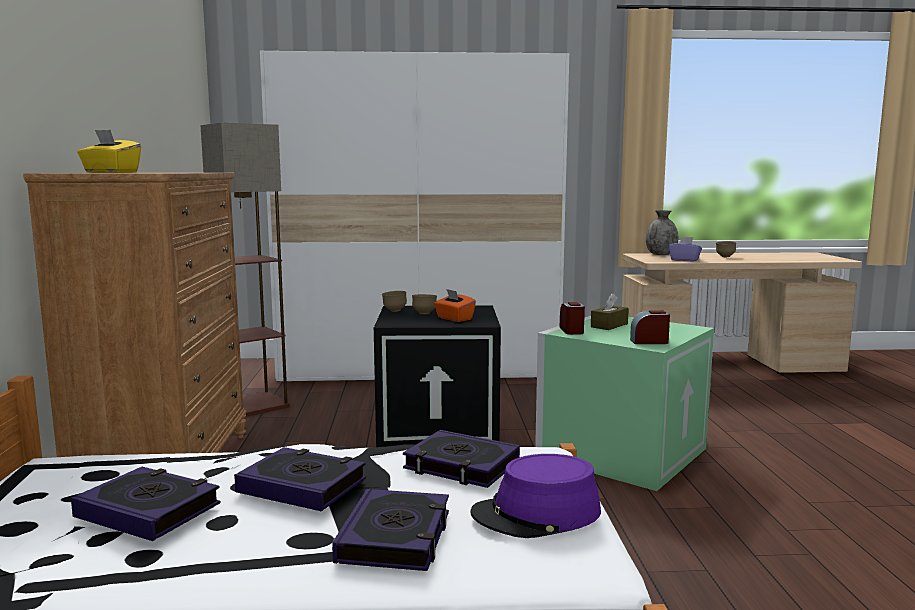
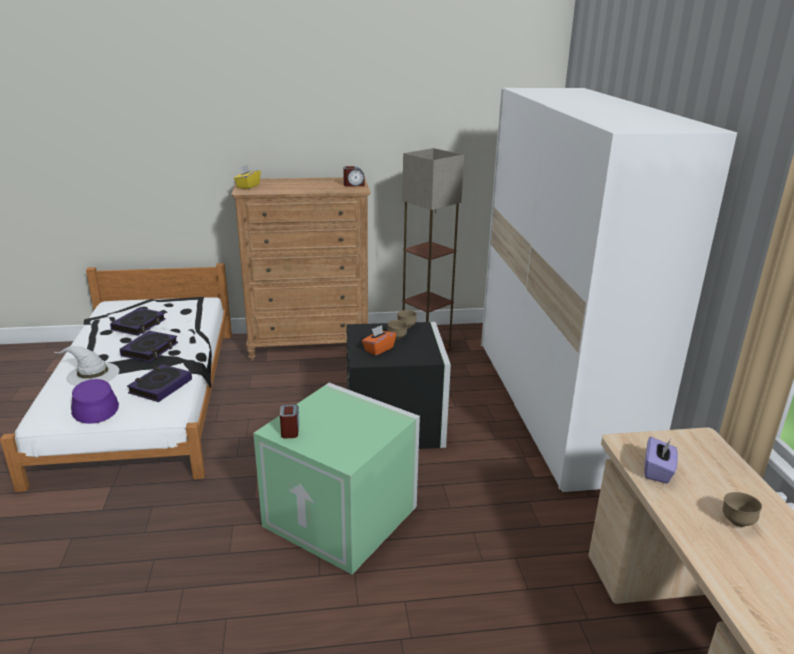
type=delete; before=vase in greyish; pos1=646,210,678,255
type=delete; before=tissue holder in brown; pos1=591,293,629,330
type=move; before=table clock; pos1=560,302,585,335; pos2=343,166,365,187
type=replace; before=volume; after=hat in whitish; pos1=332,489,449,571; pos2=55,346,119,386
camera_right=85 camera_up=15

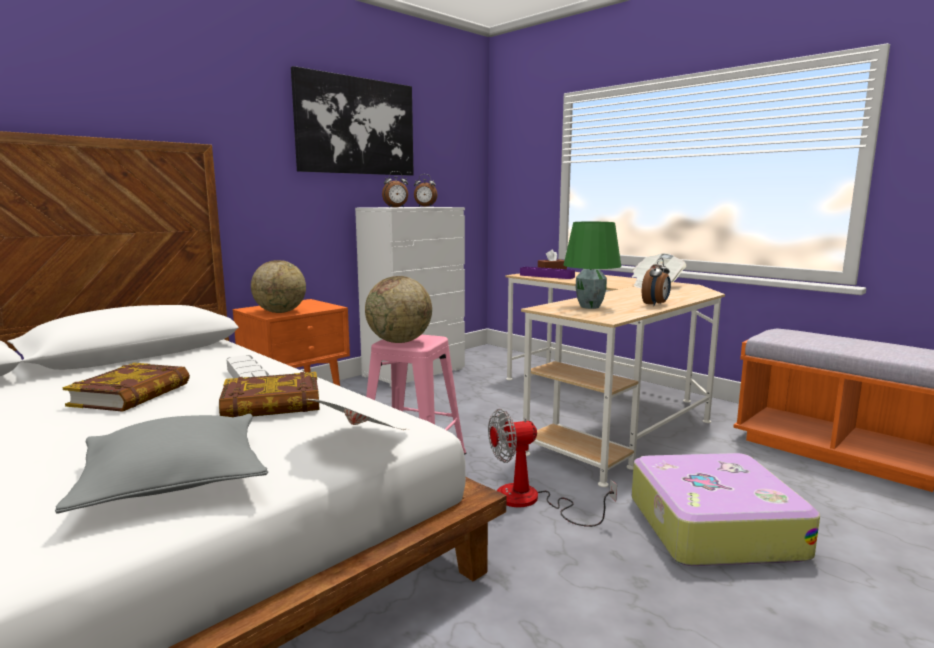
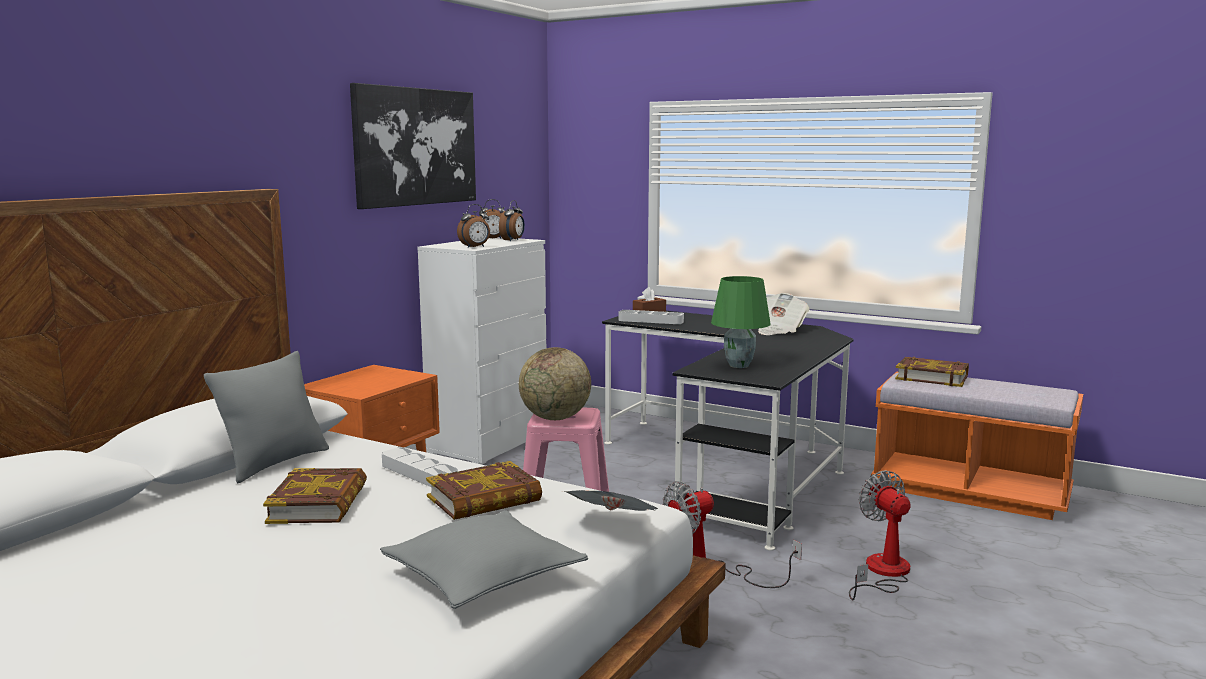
type=move; before=table clock; pos1=642,258,671,306; pos2=499,200,525,242
type=delete; before=desk globe; pos1=251,260,306,313
type=recolor; before=serving tray in purple-coloured; after=serving tray in greyish; pos1=520,267,575,279; pos2=619,310,684,324
type=recolor; before=desk table in sand-coloured; after=desk table in black-coloured; pos1=506,272,725,487; pos2=602,311,854,551
type=replace; before=suitcase; after=cooling fan; pos1=632,453,820,566; pos2=849,470,910,600
type=insert; after=pillow in greyish; pos2=204,351,329,483
type=insert; after=volume; pos2=895,357,969,387
camera_right=-15 camera_up=0

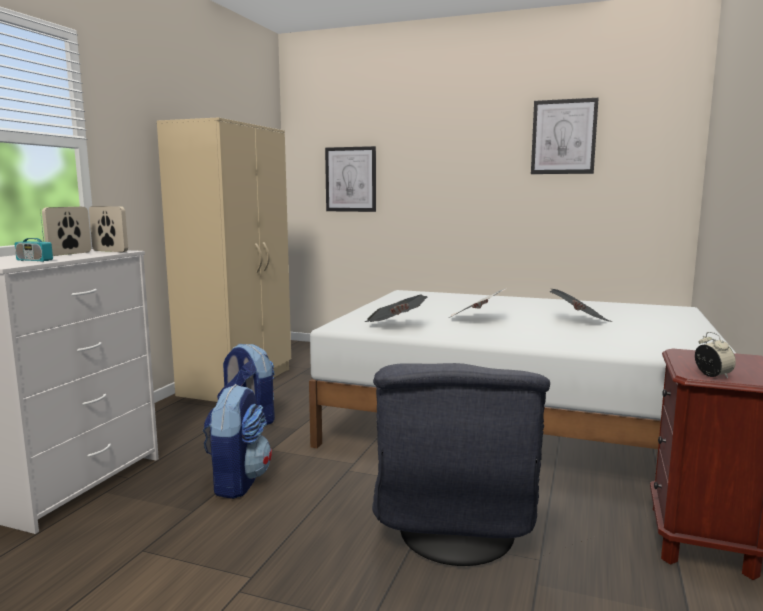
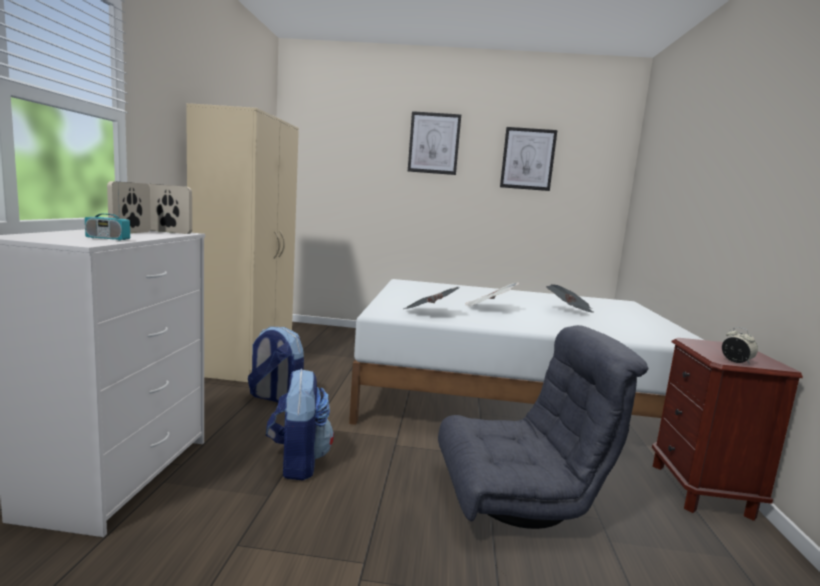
type=move; before=picture; pos1=325,146,376,212; pos2=408,111,461,175
type=rotate; before=lounge chair in greyish; pos1=372,363,550,566; pos2=438,325,648,529; turn=-90
camera_right=-15 camera_up=0

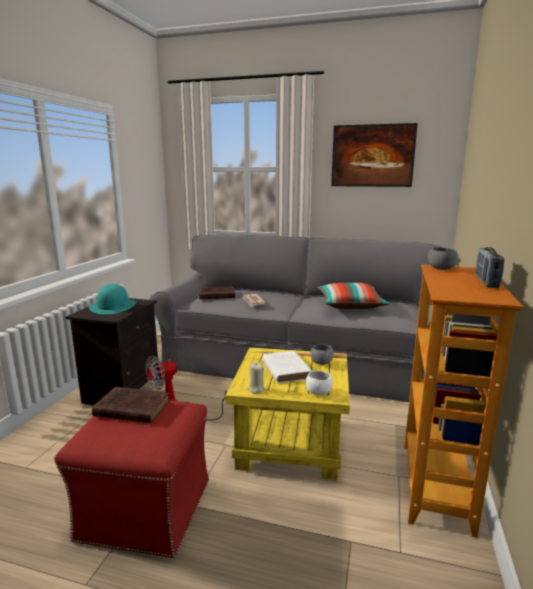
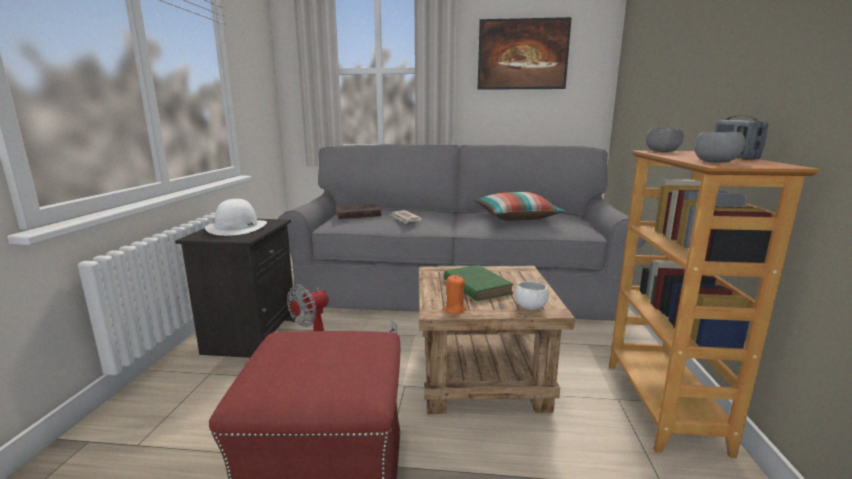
type=recolor; before=hat in turquoise; after=hat in whitish; pos1=89,284,137,314; pos2=205,199,267,236
type=move; before=deep dish in greyish; pos1=311,344,334,365; pos2=694,132,745,163
type=recolor; before=accent table in yellow; after=accent table in brown; pos1=226,347,350,481; pos2=419,266,575,414
type=recolor; before=volume in whitish; after=volume in greenish; pos1=262,351,312,384; pos2=444,265,514,301
type=recolor; before=wax candle in sand-coloured; after=wax candle in orangey; pos1=247,362,266,394; pos2=442,275,466,314
type=delete; before=volume in brown; pos1=92,387,170,423
camera_right=-10 camera_up=0

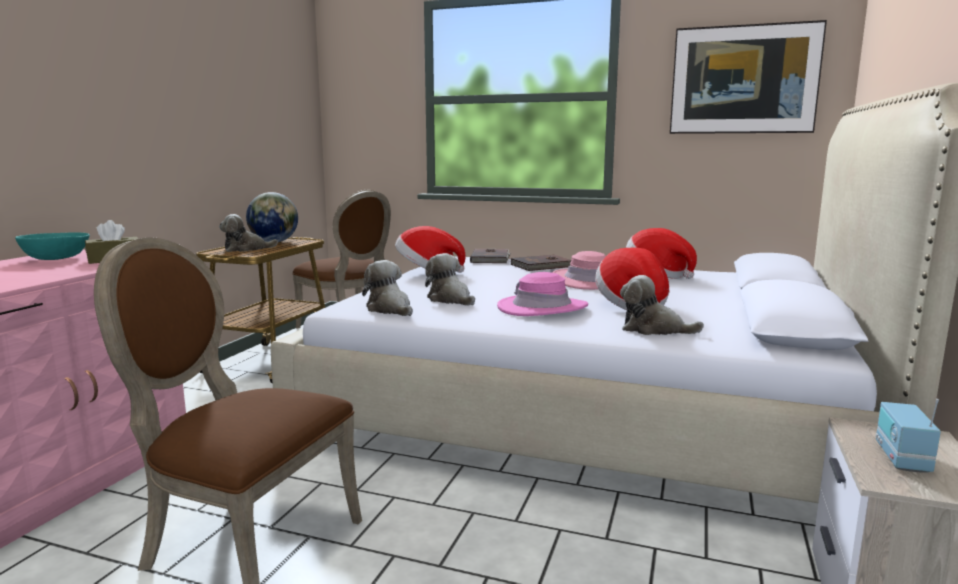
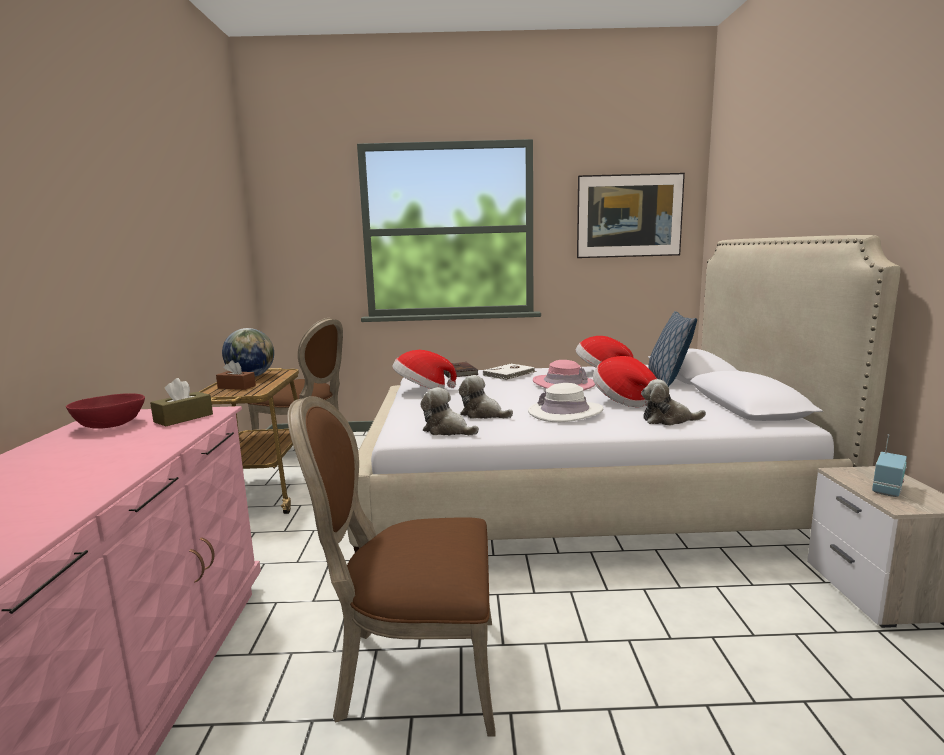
type=replace; before=soft toy; after=tissue holder in brown; pos1=219,214,278,252; pos2=216,360,256,390
type=recolor; before=deep dish in turquoise; after=deep dish in red-coloured; pos1=15,232,90,260; pos2=66,393,145,429
type=recolor; before=volume in brown; after=volume in whitish; pos1=511,255,571,271; pos2=483,363,536,380
type=recolor; before=hat in pinkish; after=hat in whitish; pos1=497,272,588,316; pos2=528,383,603,422
type=rotate; before=radio; pos1=876,399,941,473; pos2=872,434,907,497; turn=-135
type=insert; after=pillow; pos2=648,311,697,387
camera_right=-20 camera_up=0

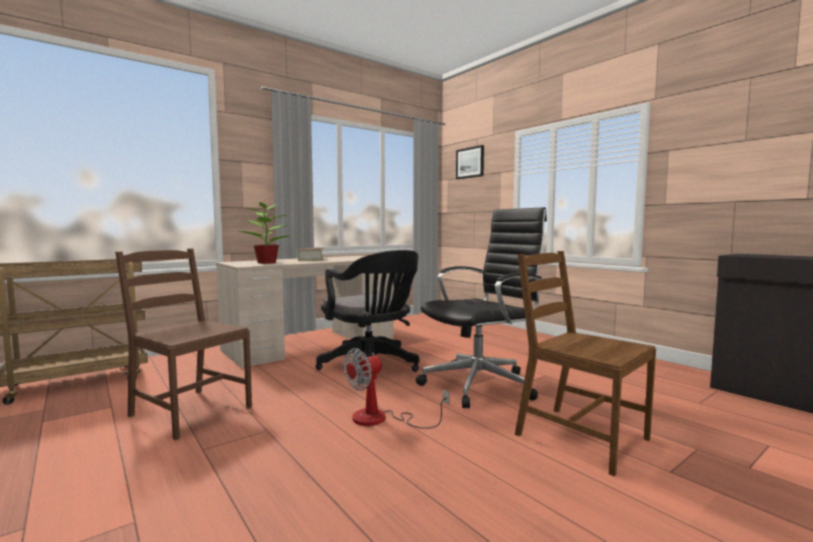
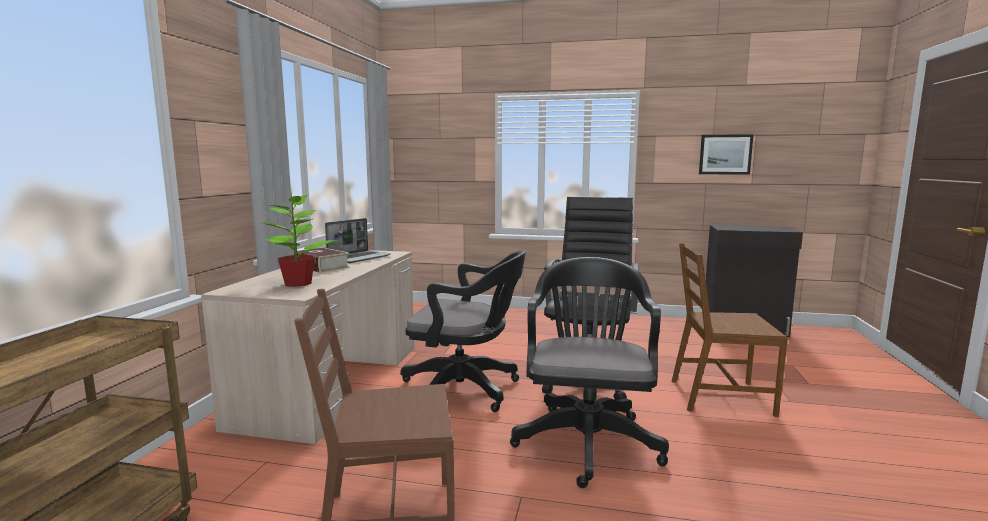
type=move; before=picture; pos1=456,145,484,179; pos2=699,134,754,175
type=replace; before=cooling fan; after=office chair in black-coloured; pos1=343,348,450,429; pos2=510,257,669,488
type=insert; after=notebook computer; pos2=325,218,391,263
camera_right=-40 camera_up=5

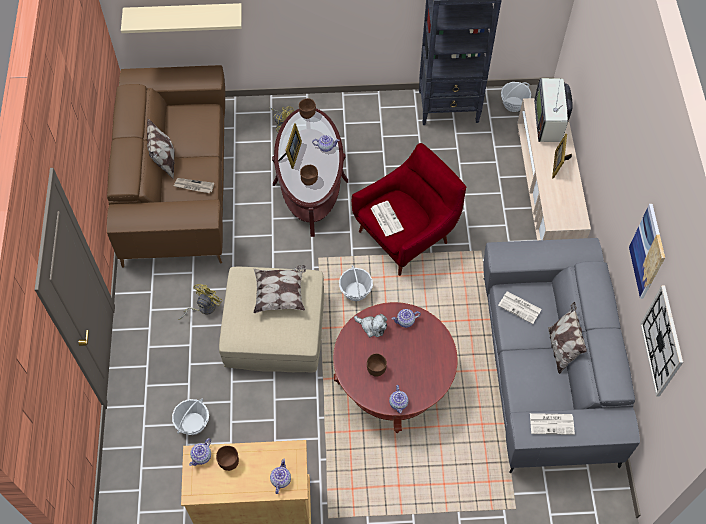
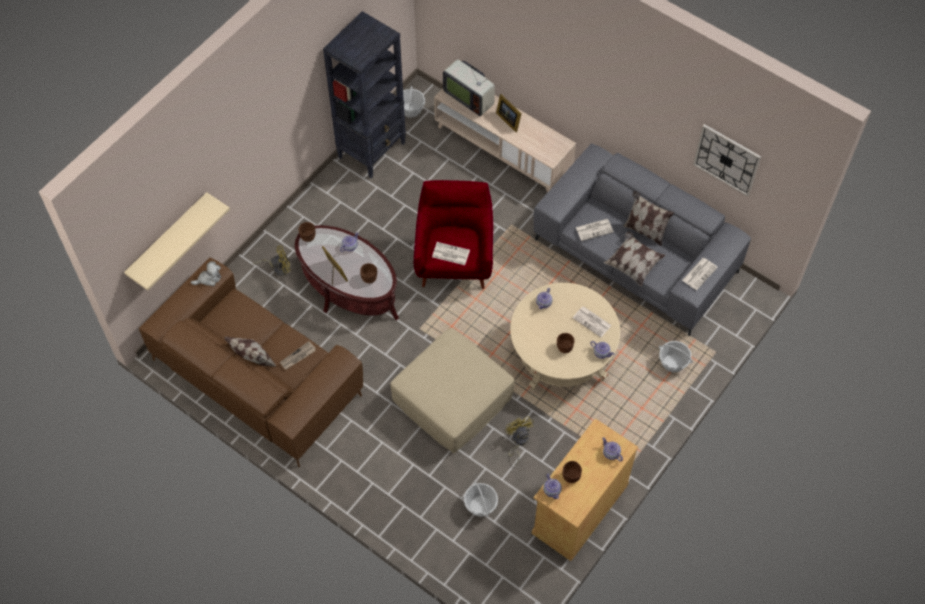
type=delete; before=picture; pos1=629,204,665,299
type=move; before=pillow; pos1=253,265,306,313; pos2=604,231,665,286
type=move; before=household basket; pos1=339,265,373,301; pos2=659,341,693,372
type=move; before=cooling fan in yellow; pos1=179,284,223,320; pos2=505,416,534,465
type=recolor; before=lounge table in red-coloured; after=lounge table in sand-coloured; pos1=333,302,458,433; pos2=510,283,620,390
type=move; before=soft toy; pos1=354,314,387,337; pos2=191,261,221,286
type=insert; after=daily paper; pos2=573,306,612,337
camera_right=-50 camera_up=0

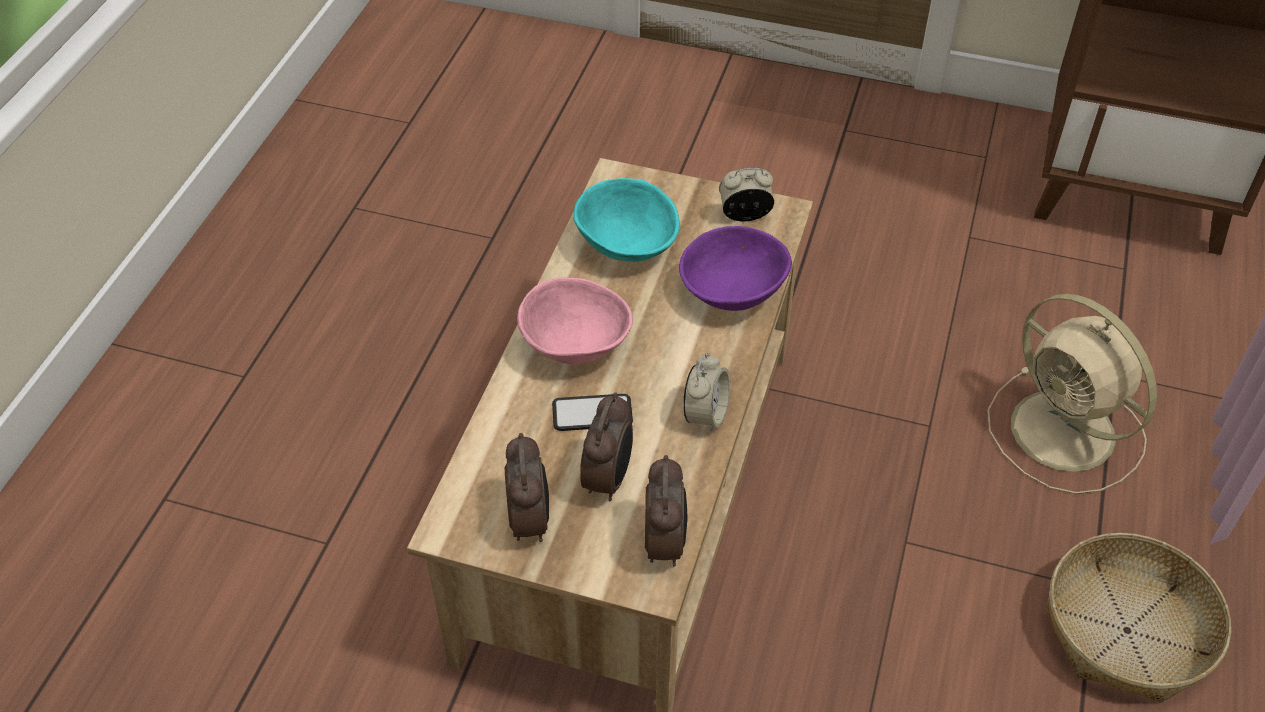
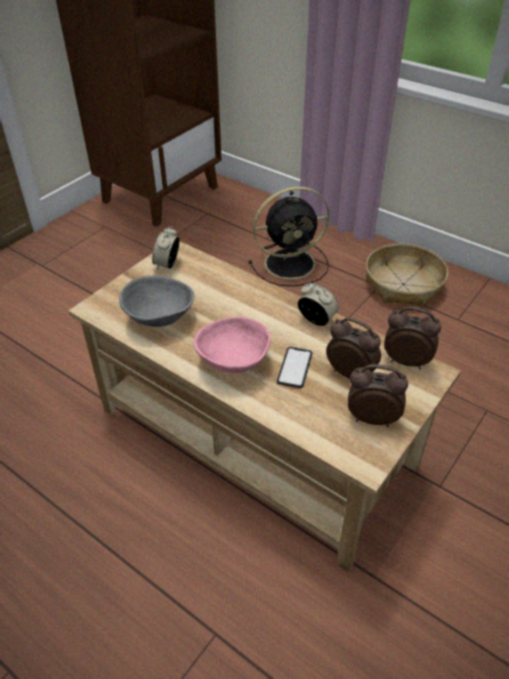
type=recolor; before=deep dish in turquoise; after=deep dish in greyish; pos1=573,178,680,262; pos2=119,276,194,327
type=delete; before=deep dish in purple-coloured; pos1=679,226,792,311
type=recolor; before=cooling fan in sand-coloured; after=cooling fan in black-coloured; pos1=987,294,1157,494; pos2=248,186,330,286
camera_right=-70 camera_up=-5

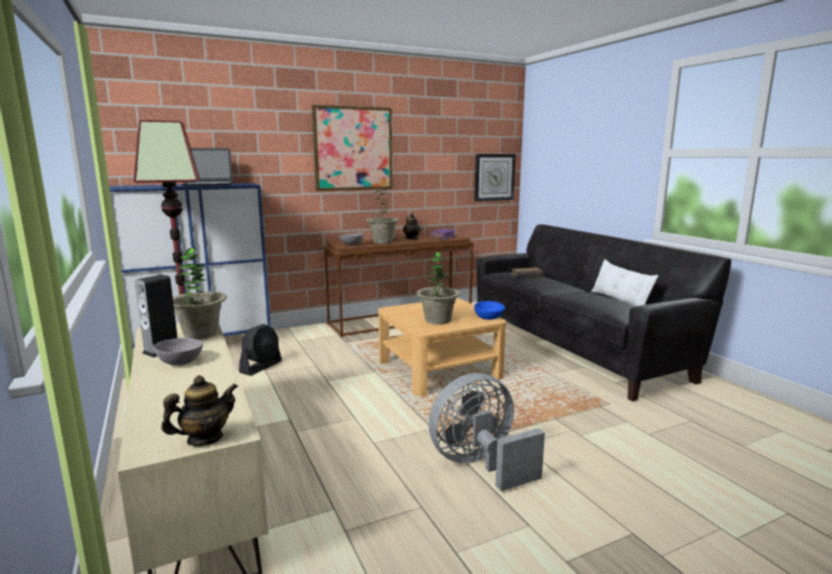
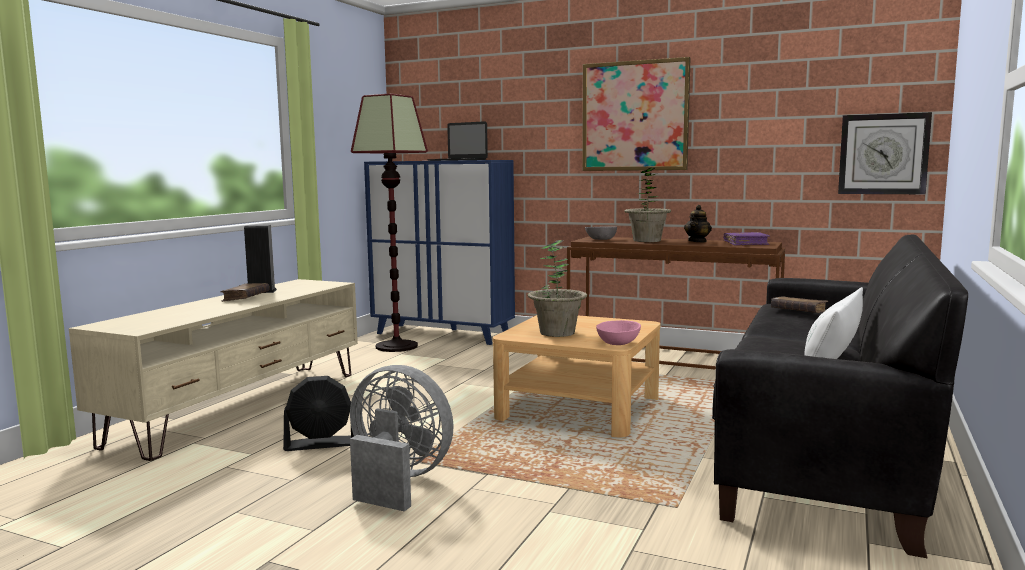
type=delete; before=houseplant; pos1=173,248,227,339
type=recolor; before=deep dish in bluish; after=deep dish in pinkish; pos1=474,301,505,320; pos2=596,320,641,345
type=move; before=cooling fan in black-coloured; pos1=239,324,282,376; pos2=283,376,354,451
type=replace; before=deep dish in greyish; after=volume in brown; pos1=153,338,203,366; pos2=220,283,270,302
type=delete; before=tea pot; pos1=161,375,238,446
camera_right=50 camera_up=-5

